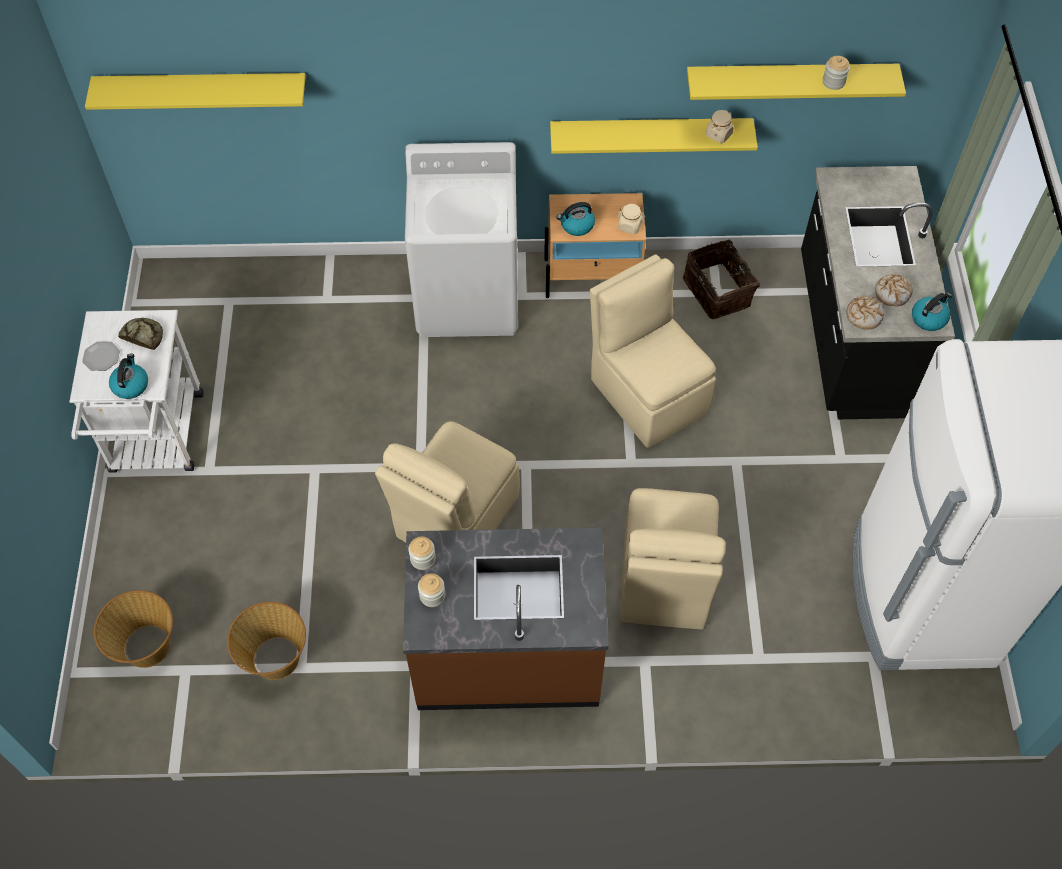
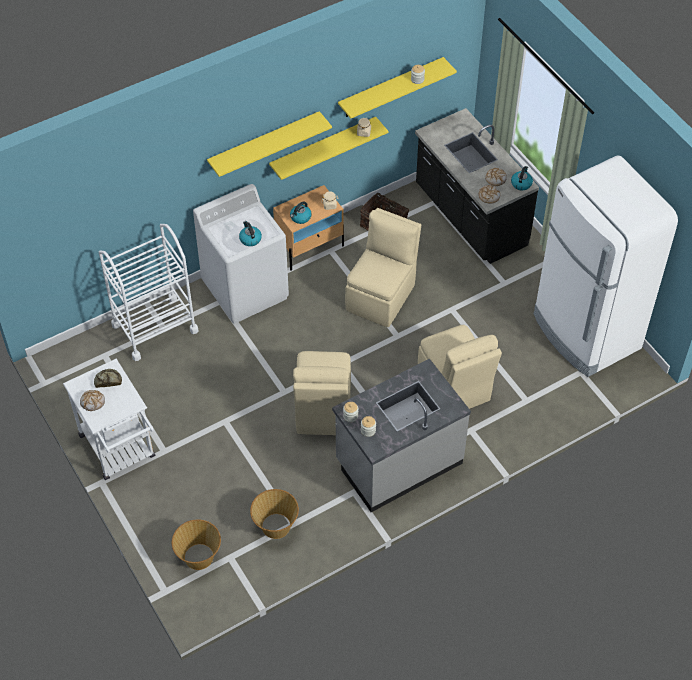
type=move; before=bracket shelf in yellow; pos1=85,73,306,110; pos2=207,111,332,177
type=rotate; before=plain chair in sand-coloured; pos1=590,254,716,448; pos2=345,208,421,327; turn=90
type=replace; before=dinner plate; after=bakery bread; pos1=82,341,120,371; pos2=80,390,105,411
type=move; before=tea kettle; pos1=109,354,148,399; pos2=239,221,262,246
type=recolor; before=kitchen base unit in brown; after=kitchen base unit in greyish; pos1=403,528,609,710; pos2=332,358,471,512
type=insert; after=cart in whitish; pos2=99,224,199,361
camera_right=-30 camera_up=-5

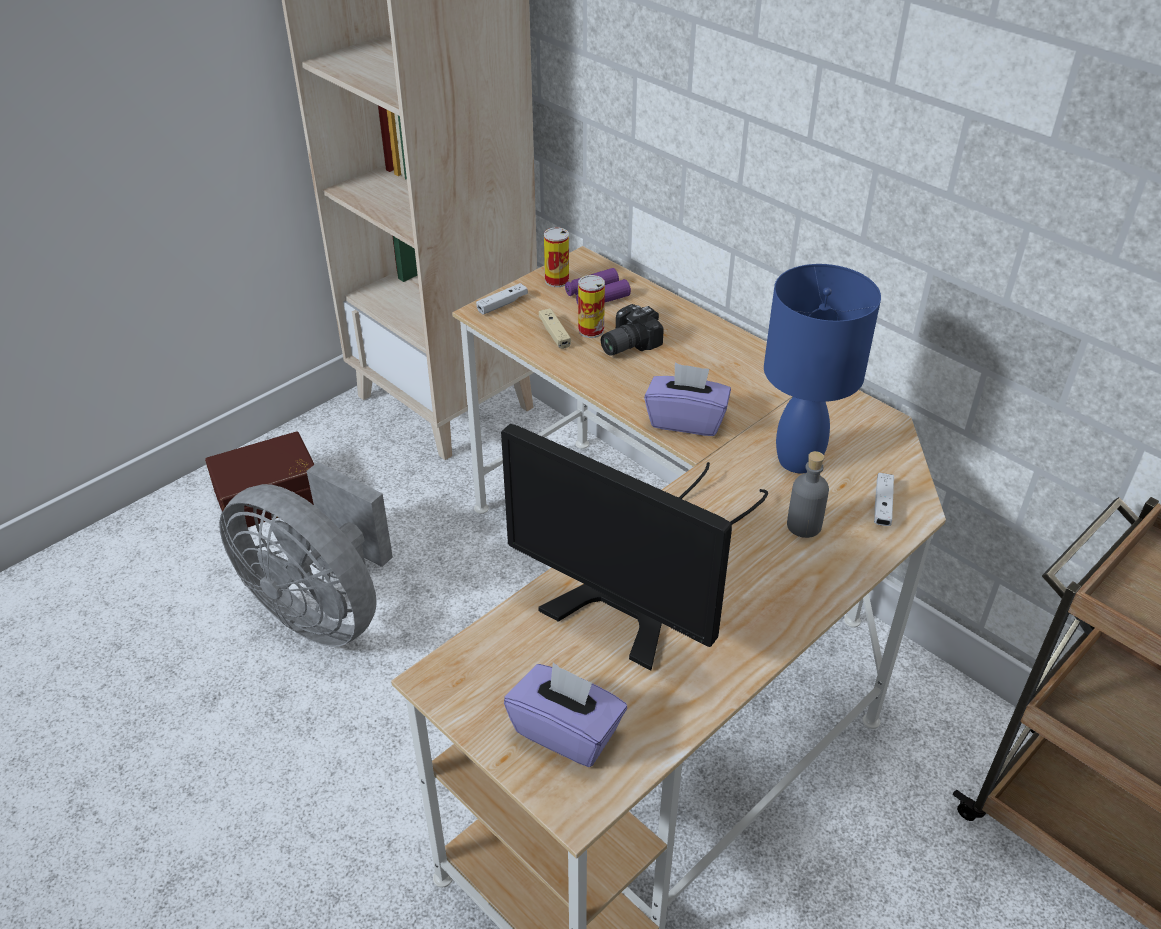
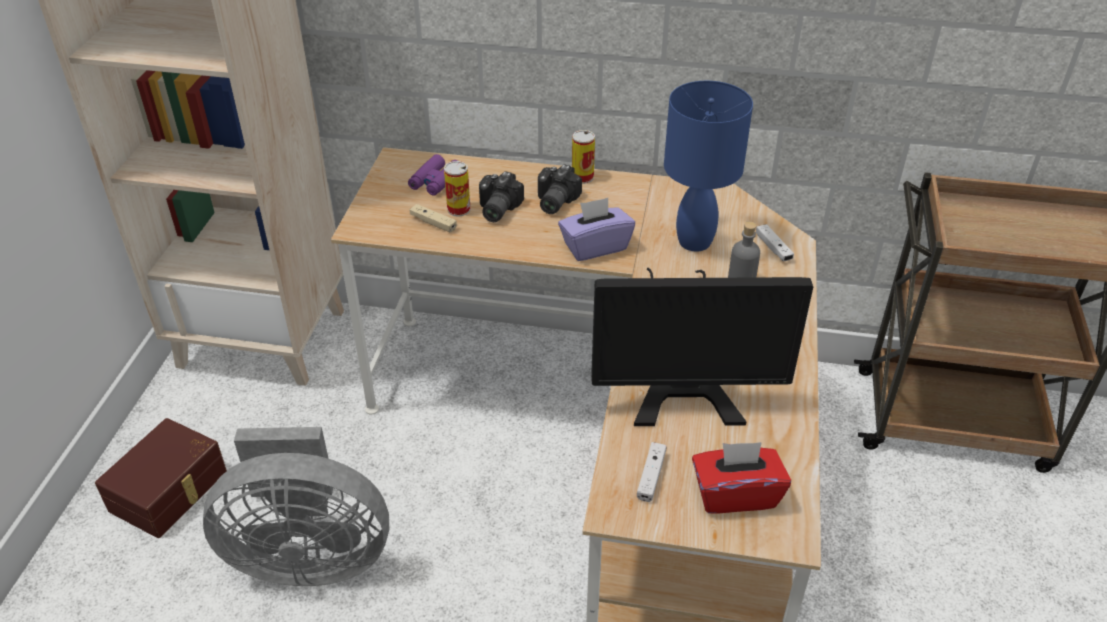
type=move; before=can; pos1=544,227,569,287; pos2=572,130,595,184
type=move; before=gamepad in whitish; pos1=476,283,528,315; pos2=637,442,666,502
type=recolor; before=tissue holder in purple-coloured; after=tissue holder in red-coloured; pos1=504,662,627,767; pos2=692,442,791,513
type=insert; after=photo camera; pos2=538,164,582,214
camera_right=-35 camera_up=0

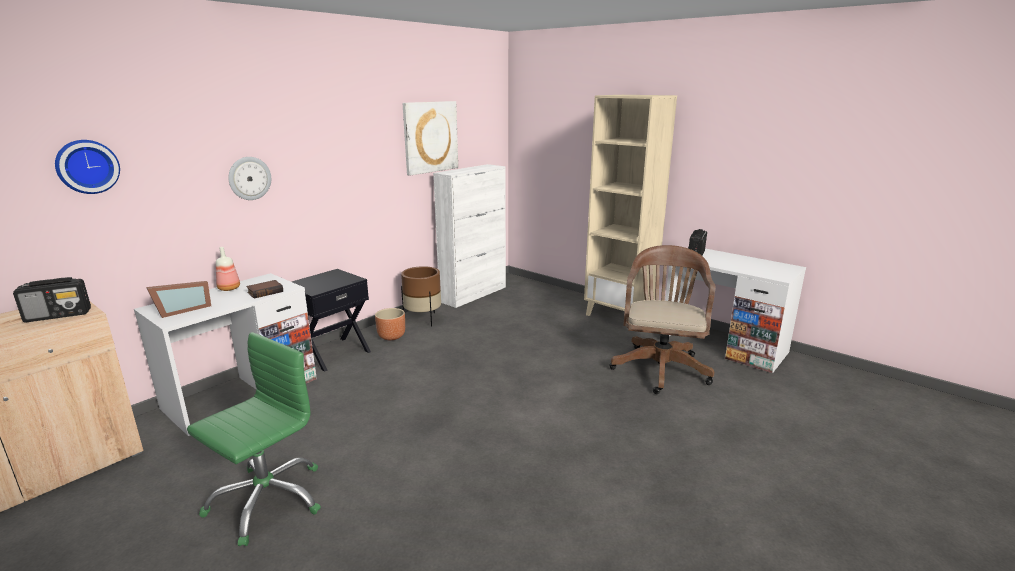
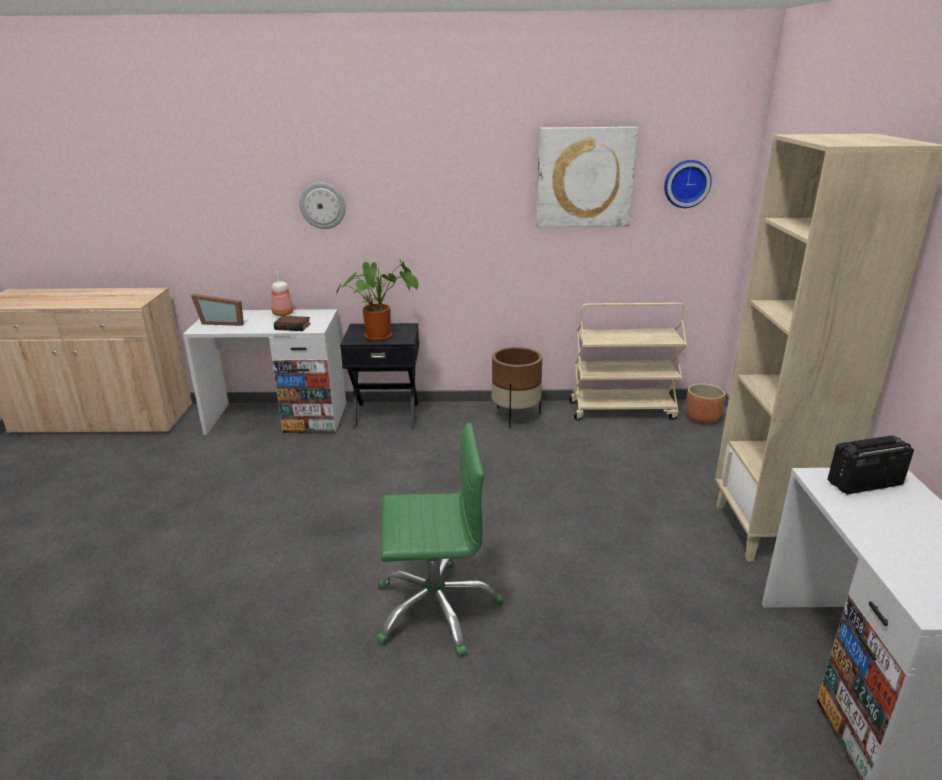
type=move; before=clock on the wall; pos1=55,140,120,194; pos2=664,160,712,208
type=replace; before=storage cabinet in whitish; after=cart in sand-coloured; pos1=433,164,506,308; pos2=569,303,687,420
type=delete; before=office chair in brown; pos1=609,245,715,394
type=delete; before=radio; pos1=13,277,91,323
type=move; before=planter in brown; pos1=375,308,405,340; pos2=686,383,726,424
type=move; before=office chair in greenish; pos1=187,332,321,546; pos2=377,423,504,657
type=insert; after=houseplant; pos2=336,260,419,341
camera_right=50 camera_up=5

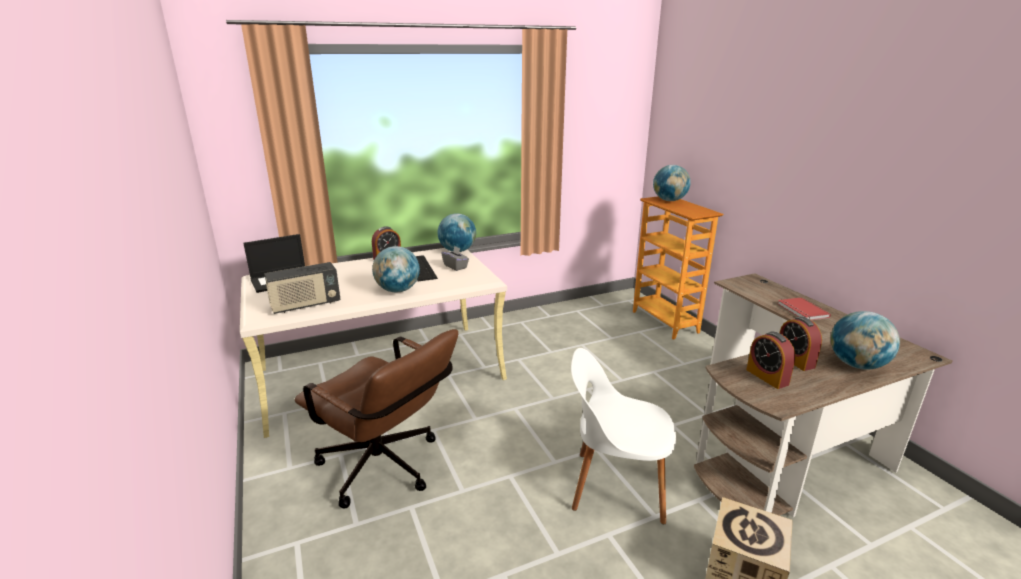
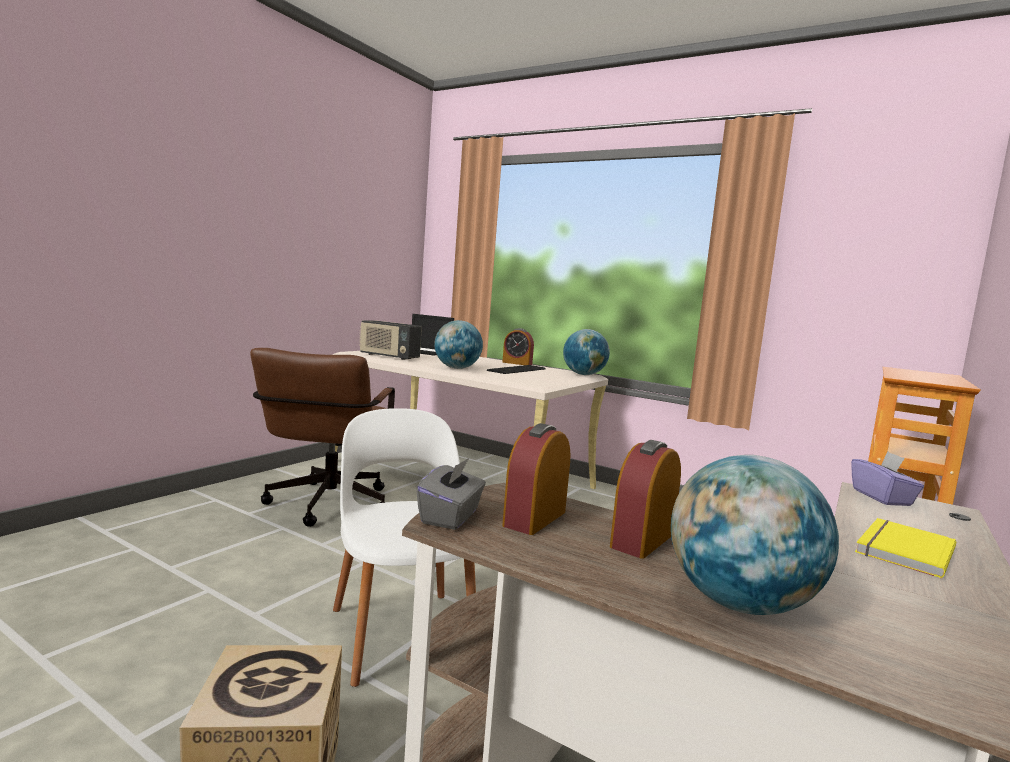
type=delete; before=desk globe; pos1=653,165,691,201
type=move; before=tissue holder in greyish; pos1=441,246,469,271; pos2=416,458,486,530
type=recolor; before=volume in red-coloured; after=volume in yellow; pos1=777,297,831,320; pos2=855,518,956,579
type=insert; after=tissue holder in purple-coloured; pos2=851,452,924,506
camera_right=55 camera_up=-15

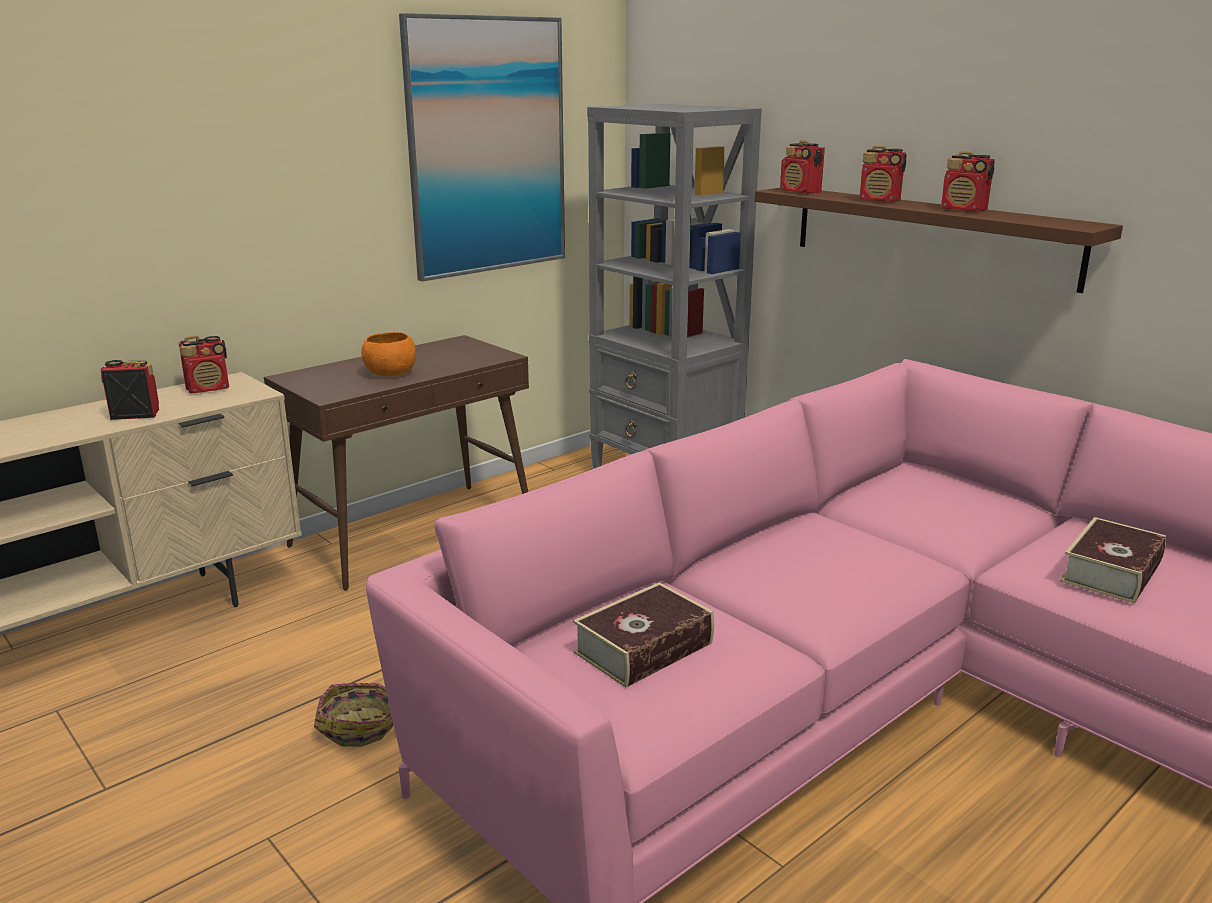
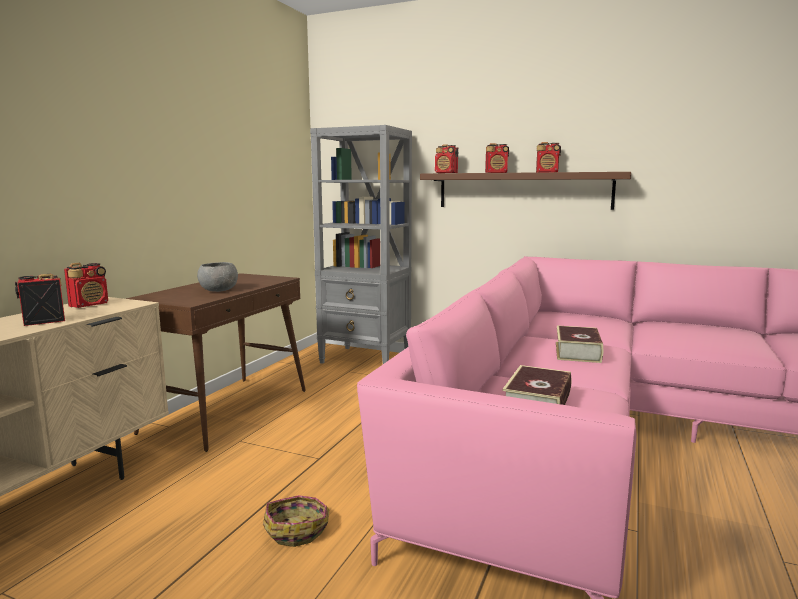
type=delete; before=picture; pos1=399,13,565,282
type=recolor; before=deep dish in orangey; after=deep dish in greyish; pos1=361,332,416,377; pos2=197,262,238,292
type=move; before=volume; pos1=1060,517,1166,604; pos2=556,325,603,363
camera_right=-25 camera_up=-10

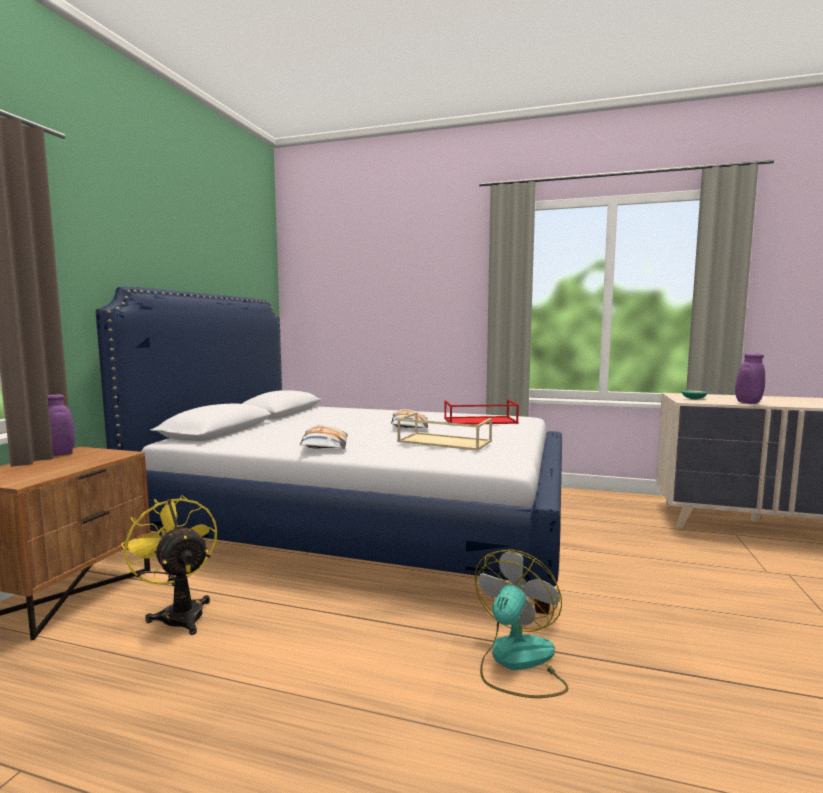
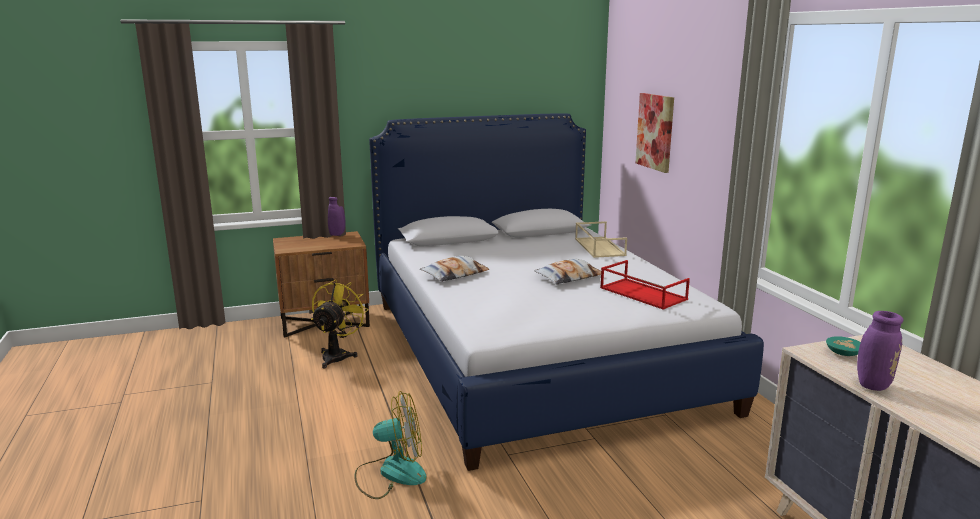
type=move; before=serving tray in sand-coloured; pos1=397,412,492,451; pos2=575,221,627,258
type=insert; after=picture; pos2=635,93,674,173
camera_right=55 camera_up=10

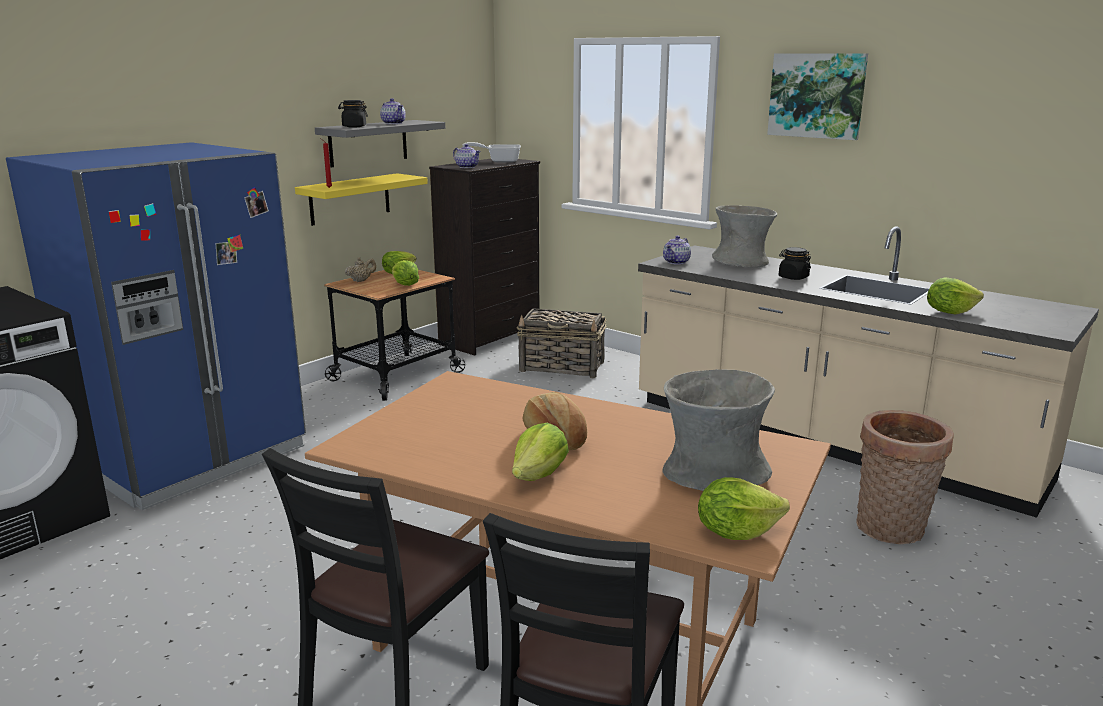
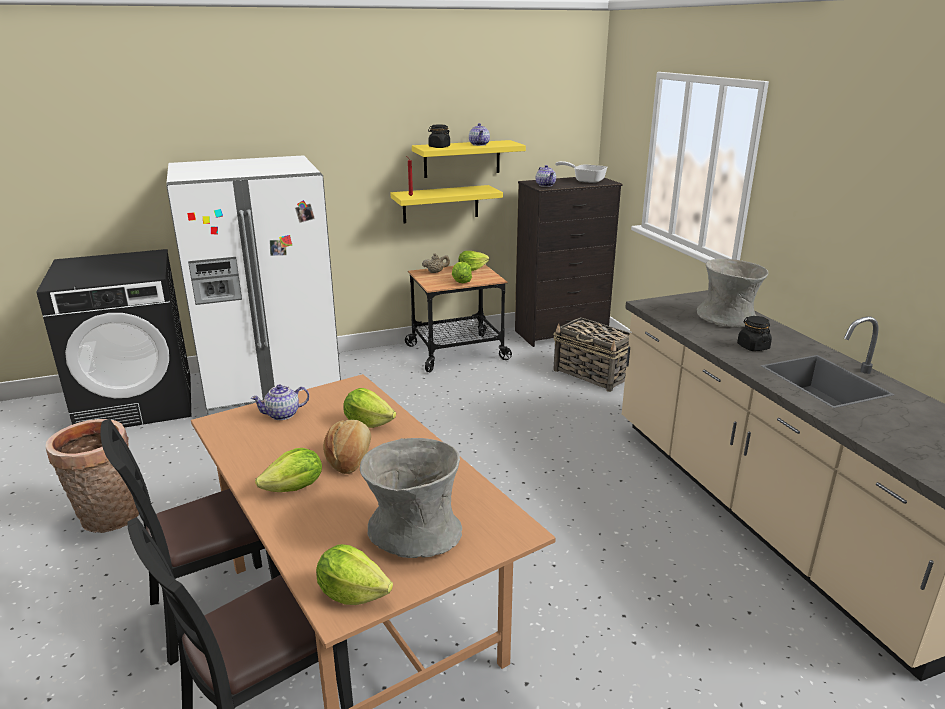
type=delete; before=picture; pos1=767,53,868,140
type=recolor; before=bracket shelf in greyish; after=bracket shelf in yellow; pos1=315,120,445,168; pos2=412,140,526,178
type=recolor; before=refrigerator in bluish; after=refrigerator in whitish; pos1=6,142,306,510; pos2=166,155,341,415
type=move; before=tea pot; pos1=663,236,691,265; pos2=251,384,309,420
type=move; before=lettuce; pos1=927,277,984,315; pos2=343,388,396,428
type=move; before=household basket; pos1=856,410,954,544; pos2=46,419,139,533
camera_right=30 camera_up=5

